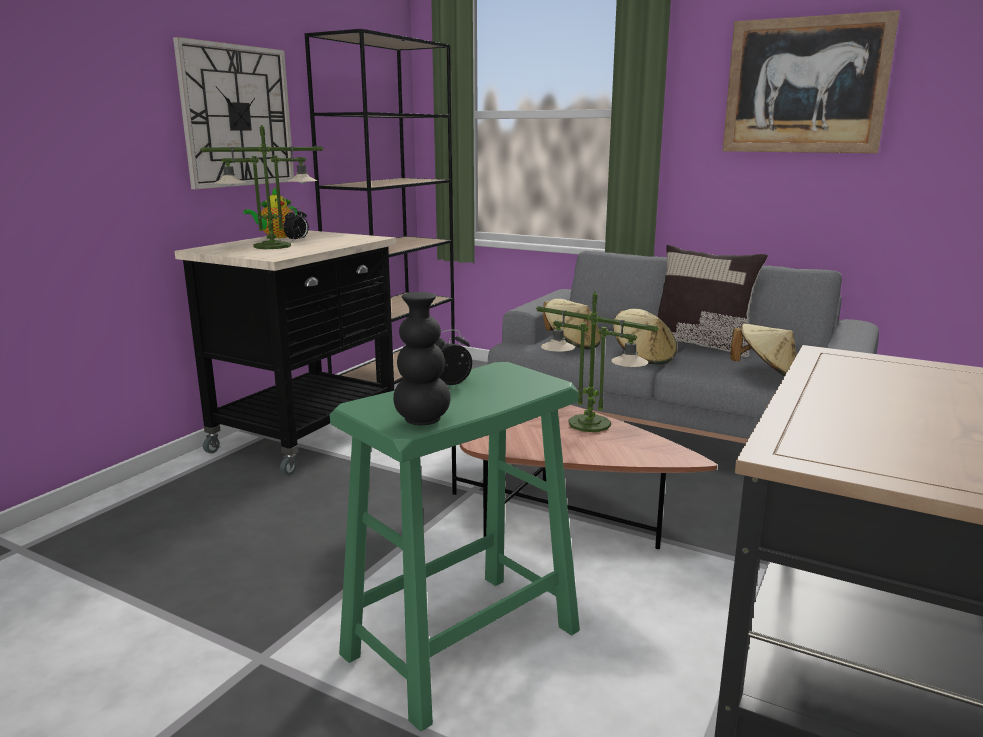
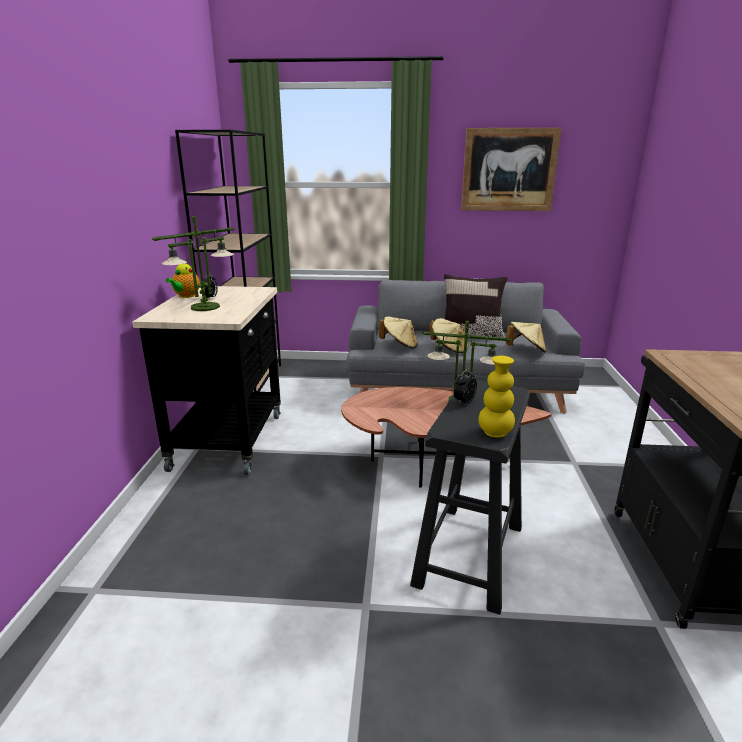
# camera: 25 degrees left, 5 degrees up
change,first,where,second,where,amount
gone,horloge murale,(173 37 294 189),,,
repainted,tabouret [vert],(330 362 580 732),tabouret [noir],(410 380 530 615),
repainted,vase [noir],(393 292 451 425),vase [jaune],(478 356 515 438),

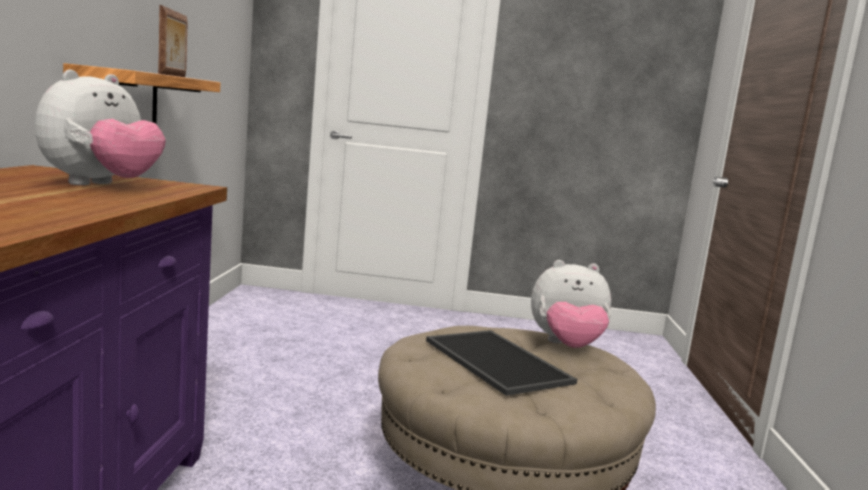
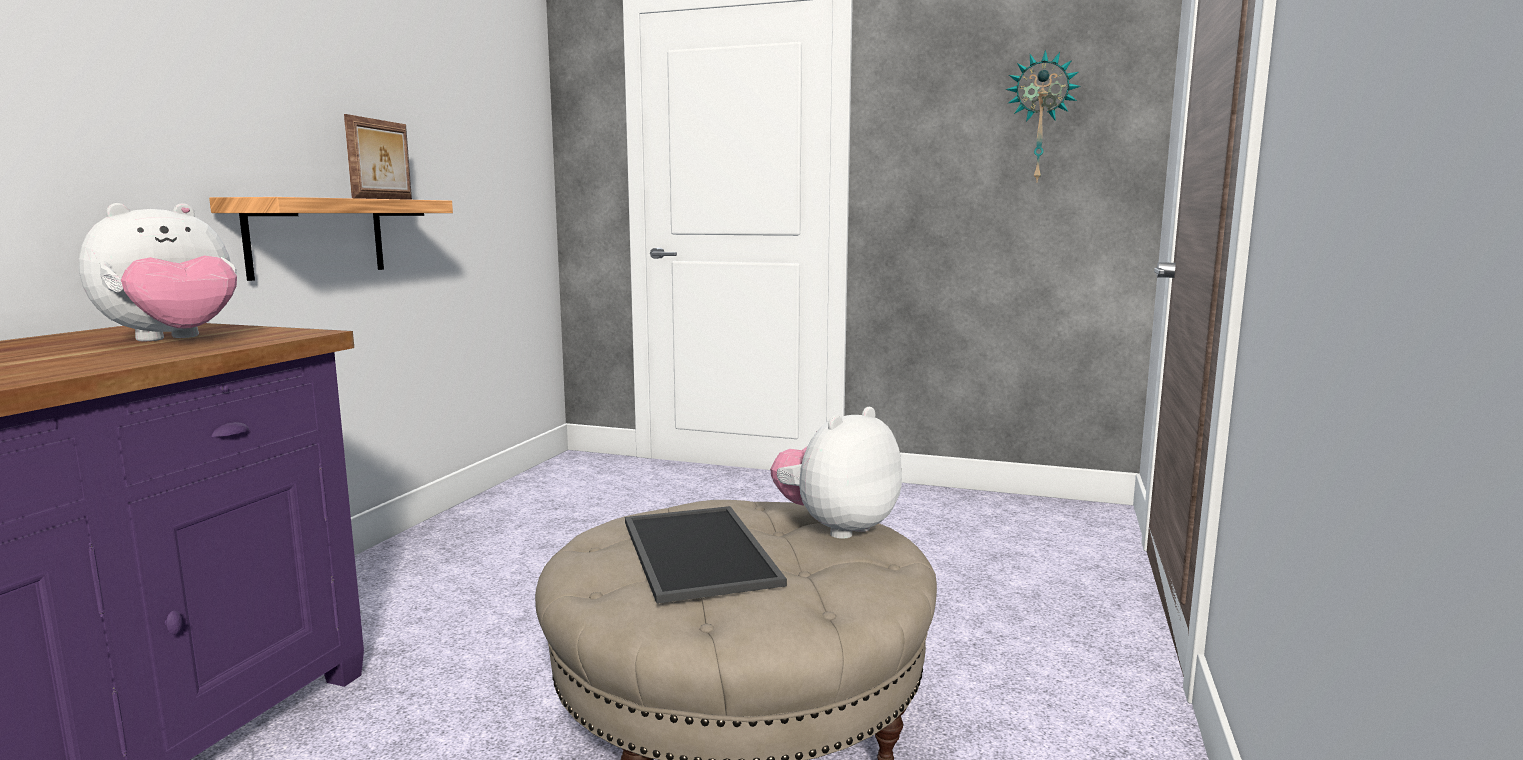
# camera: 15 degrees right, 0 degrees up
change,first,where,second,where,amount
new,,,horloge murale,(1006 50 1081 181),
rotated,peluche,(531 260 611 348),,(770 407 902 539),120 degrees clockwise

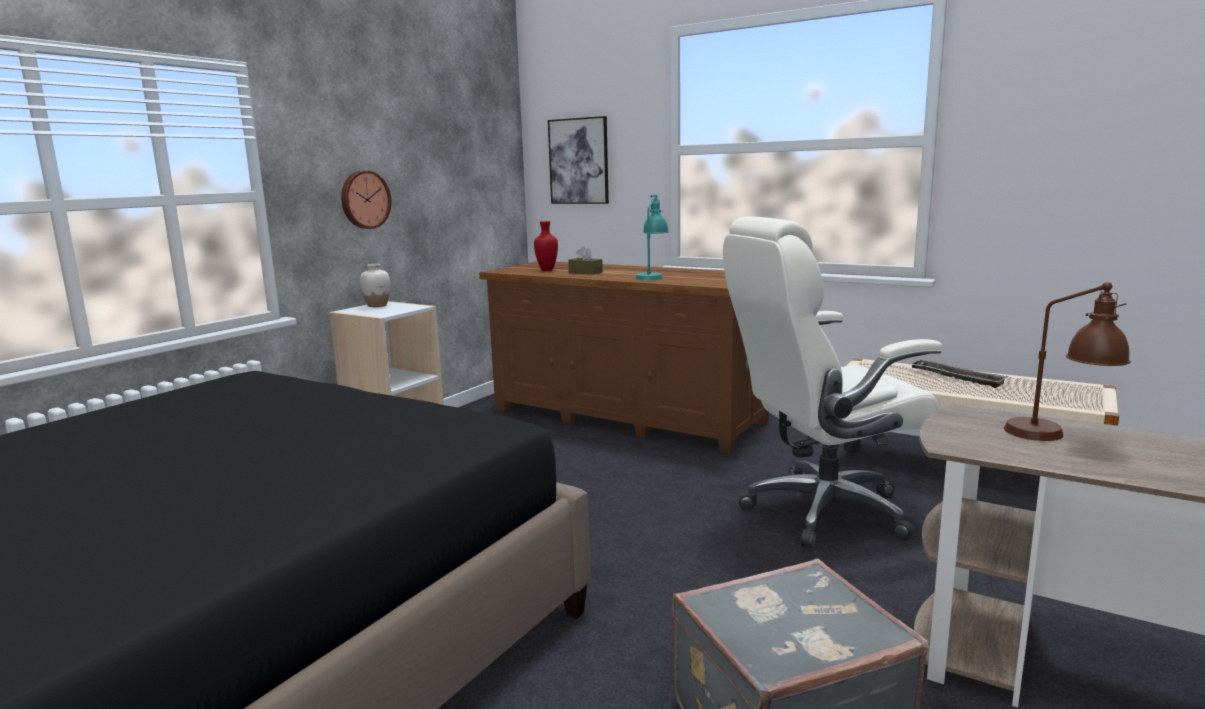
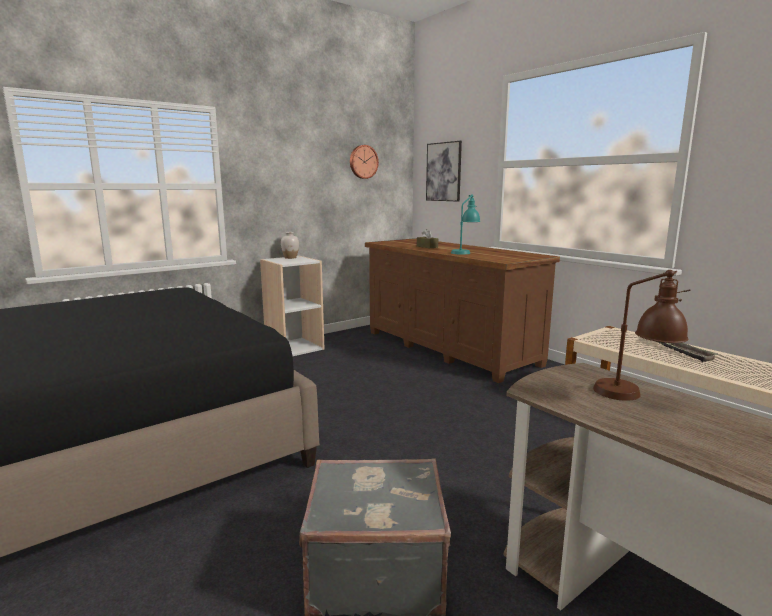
# camera: 20 degrees right, 0 degrees up
change,first,where,second,where,amount
gone,vase [rouge],(534 221 558 271),,,
gone,chaise de bureau [blanc],(723 216 943 549),,,
shifted,horloge murale,(341 170 391 229),,(350 145 379 179),

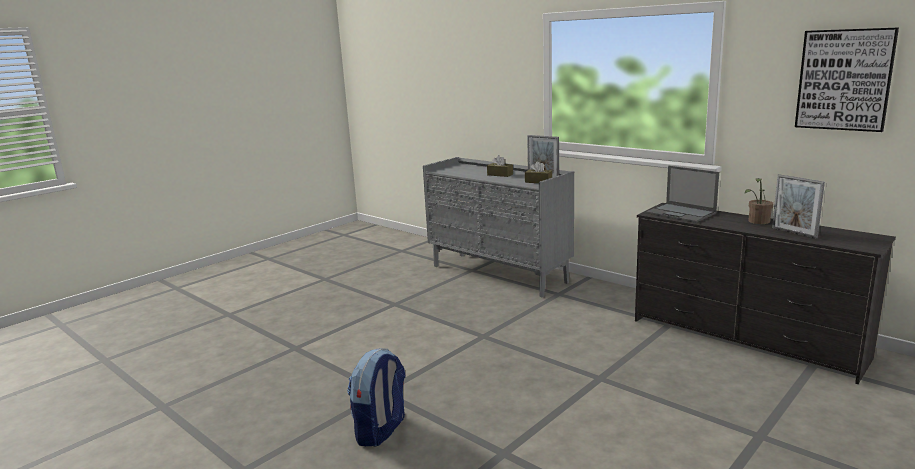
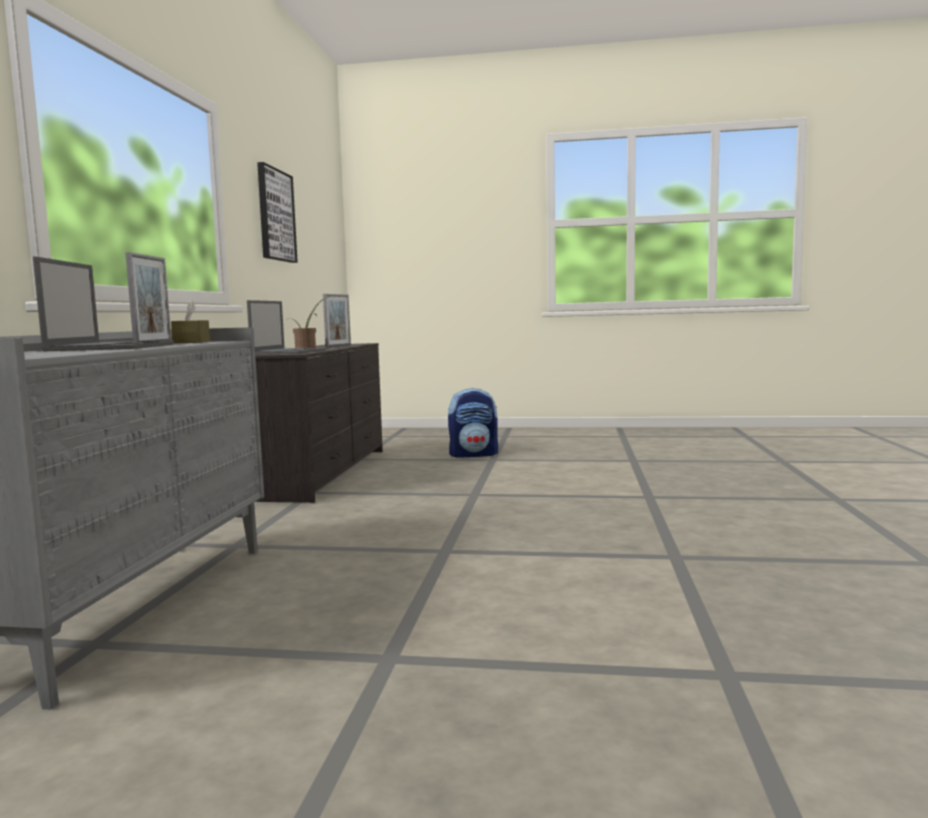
# camera: 125 degrees left, 10 degrees down
change,first,where,second,where,amount
shifted,sac à dos,(347 348 406 447),,(448 388 498 458),
swapped,boîte à mouchoirs [marron],(487 155 513 177),ordinateur portable,(33 257 174 351),

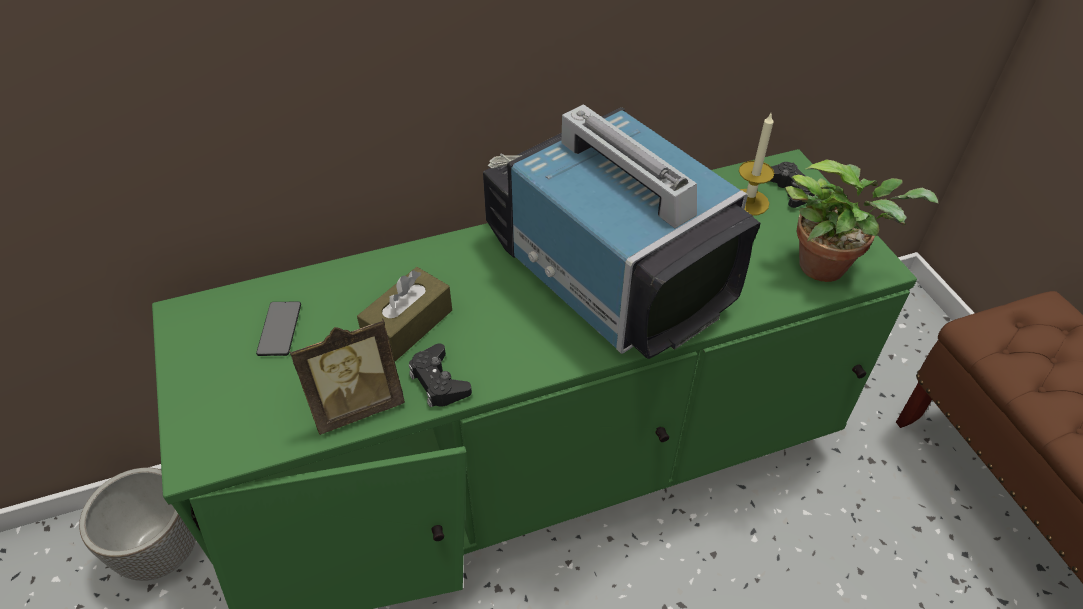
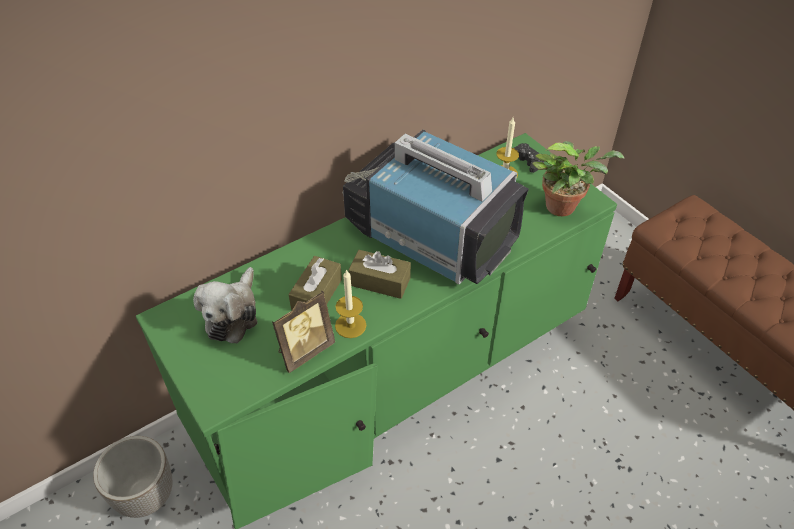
# camera: 15 degrees left, 0 degrees up
change,first,where,second,where,amount
new,,,boîte à mouchoirs [marron],(349 250 411 299),
swapped,téléphone,(256 302 301 356),peluche,(193 267 258 343),
swapped,manette [noir],(409 343 472 407),bougie,(335 269 366 338),

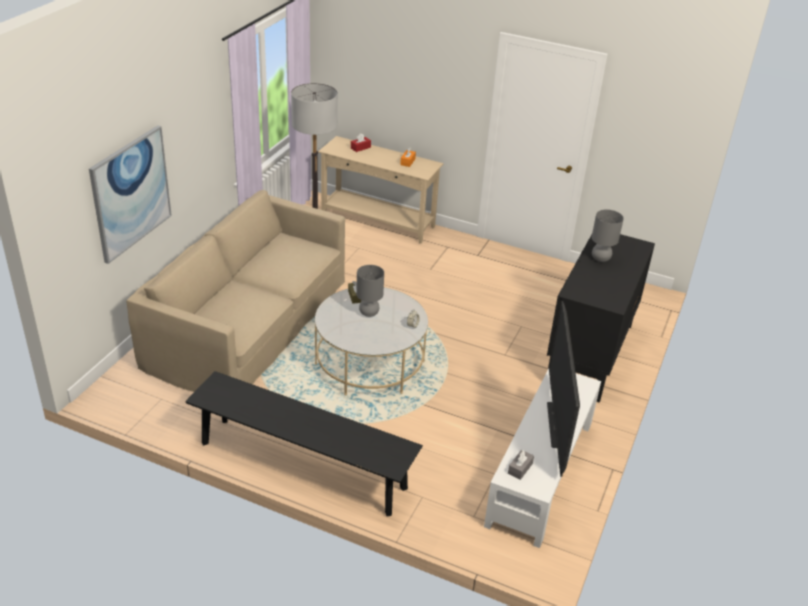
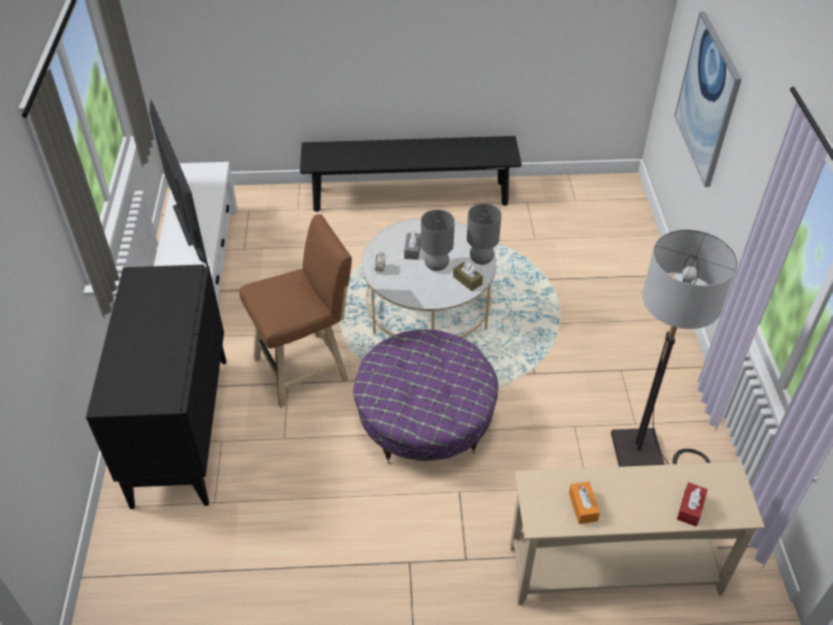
# camera: 155 degrees right, 10 degrees up
change,first,where,second,where,amount
gone,canapé [beige],(126 190 345 392),,,
new,,,tabouret [marron],(239 214 352 408),
new,,,pouf [violet],(354 329 498 464),
shifted,boîte à mouchoirs [gris],(508 450 534 480),,(404 232 421 260),
shifted,lampe de table [gris],(592 209 624 262),,(467 204 501 265),

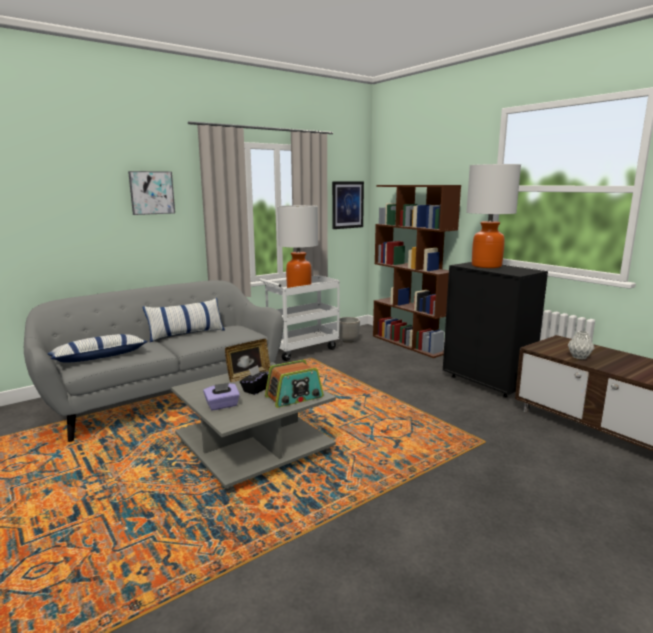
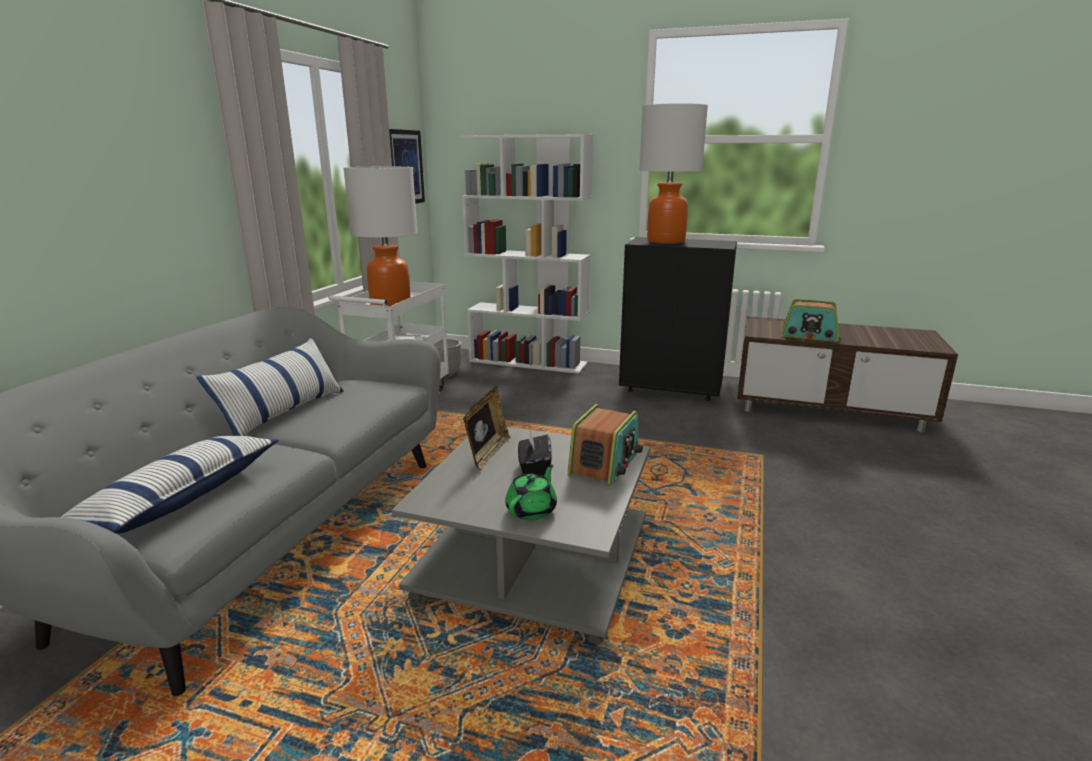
# camera: 35 degrees left, 5 degrees up
change,first,where,second,where,amount
gone,tableau,(128 171 175 215),,,
swapped,boîte à mouchoirs [violet],(203 383 240 410),théière [vert],(505 465 557 520),
swapped,vase [gris],(568 331 594 359),radio,(781 299 839 342),
repainted,bibliothèque [marron],(373 185 461 358),bibliothèque [blanc],(459 134 593 374),

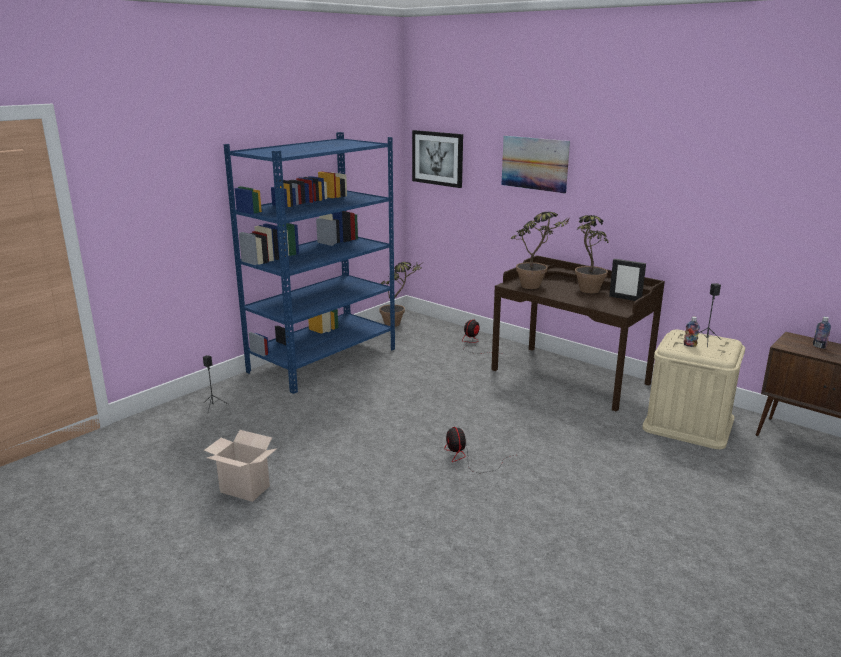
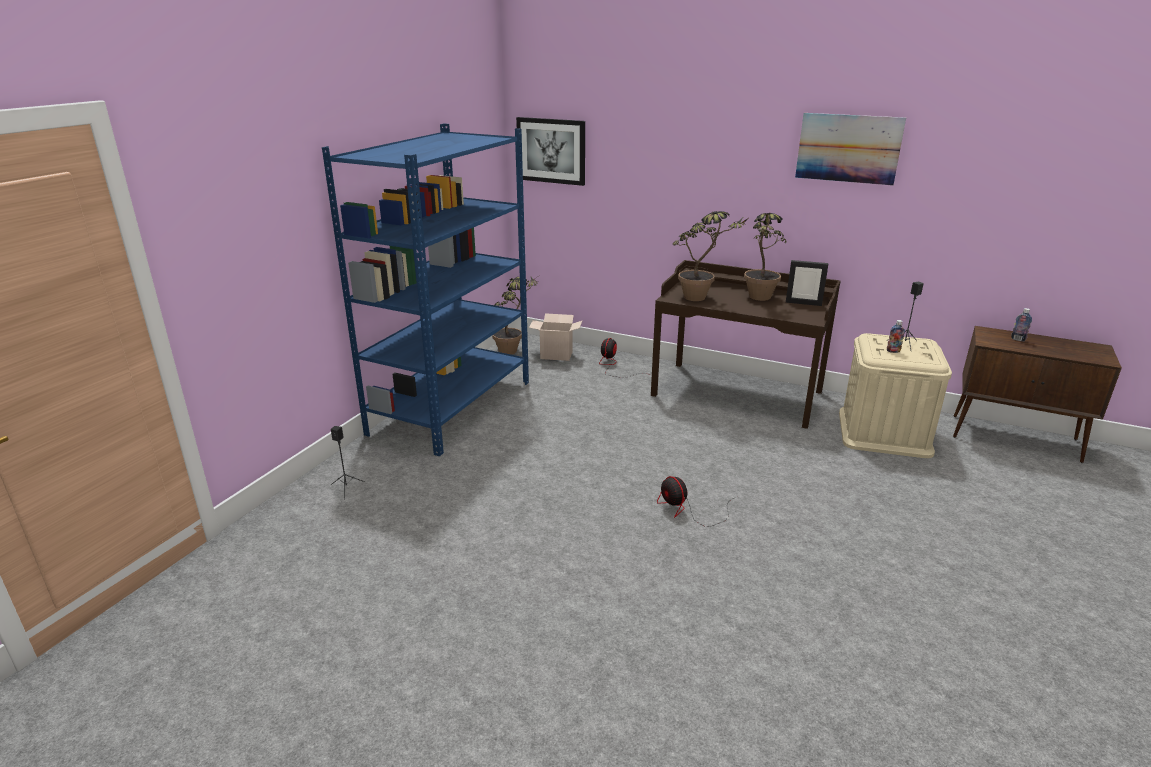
# camera: 15 degrees left, 5 degrees up
change,first,where,second,where,amount
shifted,carton,(204 430 276 502),,(529 313 582 361),
shifted,tableau,(502 136 570 193),,(795 113 906 186),

